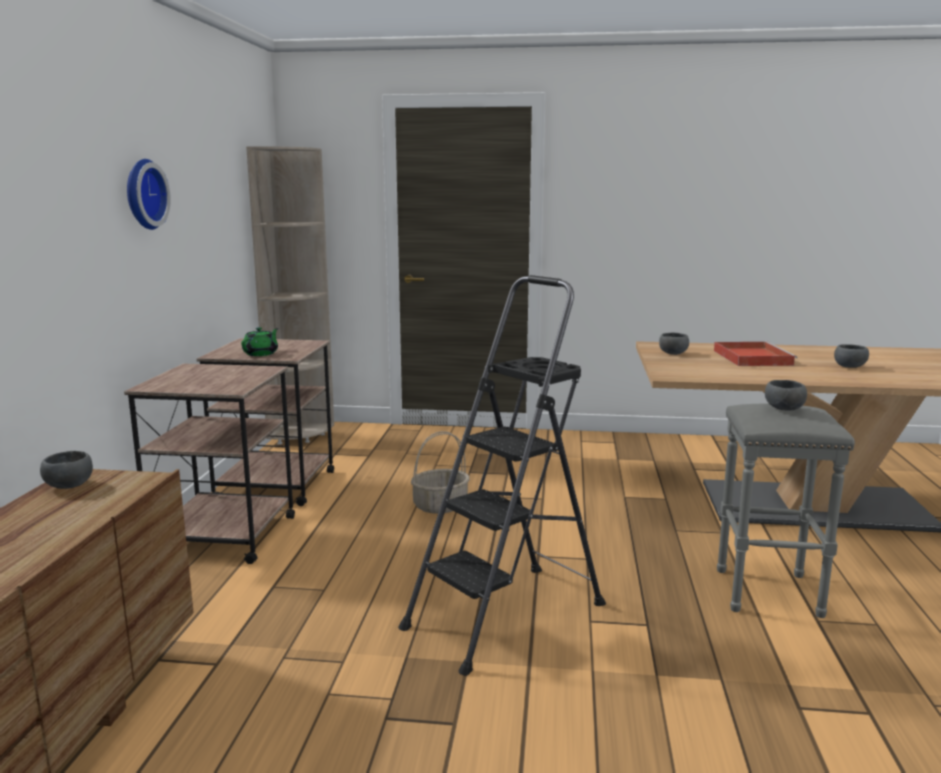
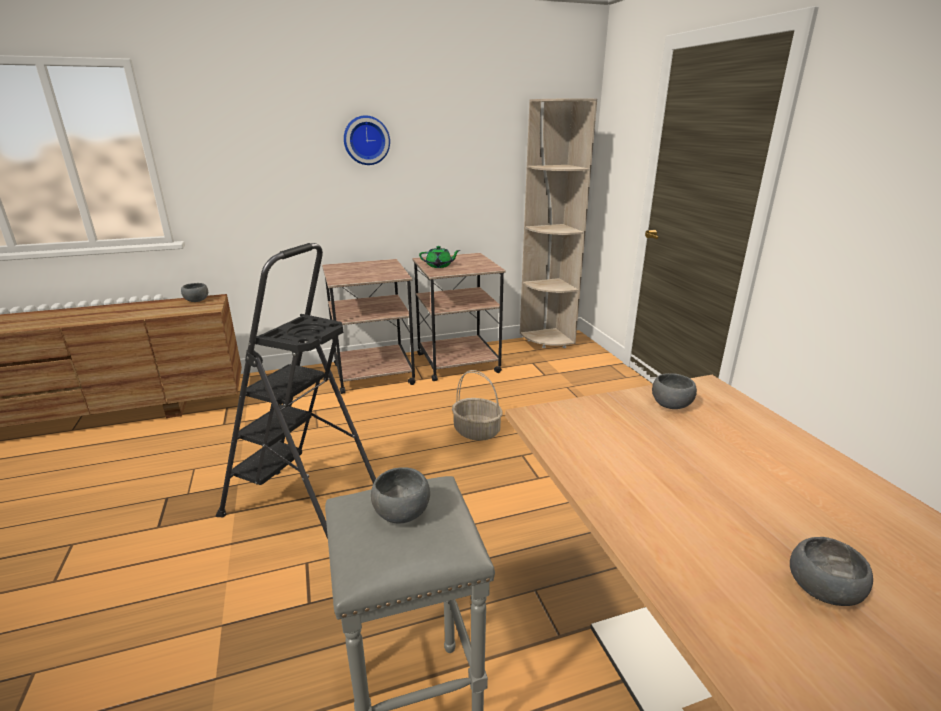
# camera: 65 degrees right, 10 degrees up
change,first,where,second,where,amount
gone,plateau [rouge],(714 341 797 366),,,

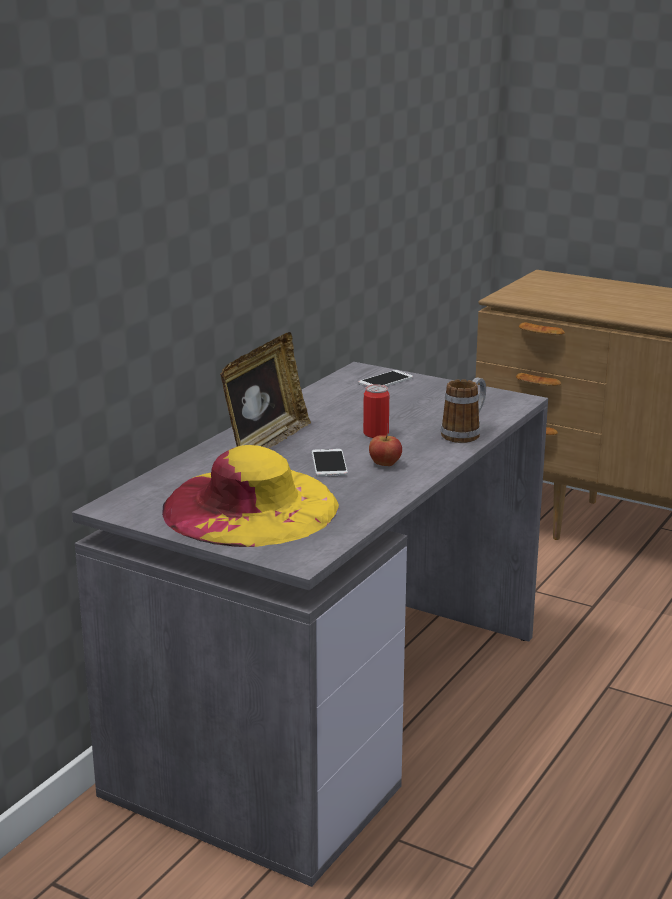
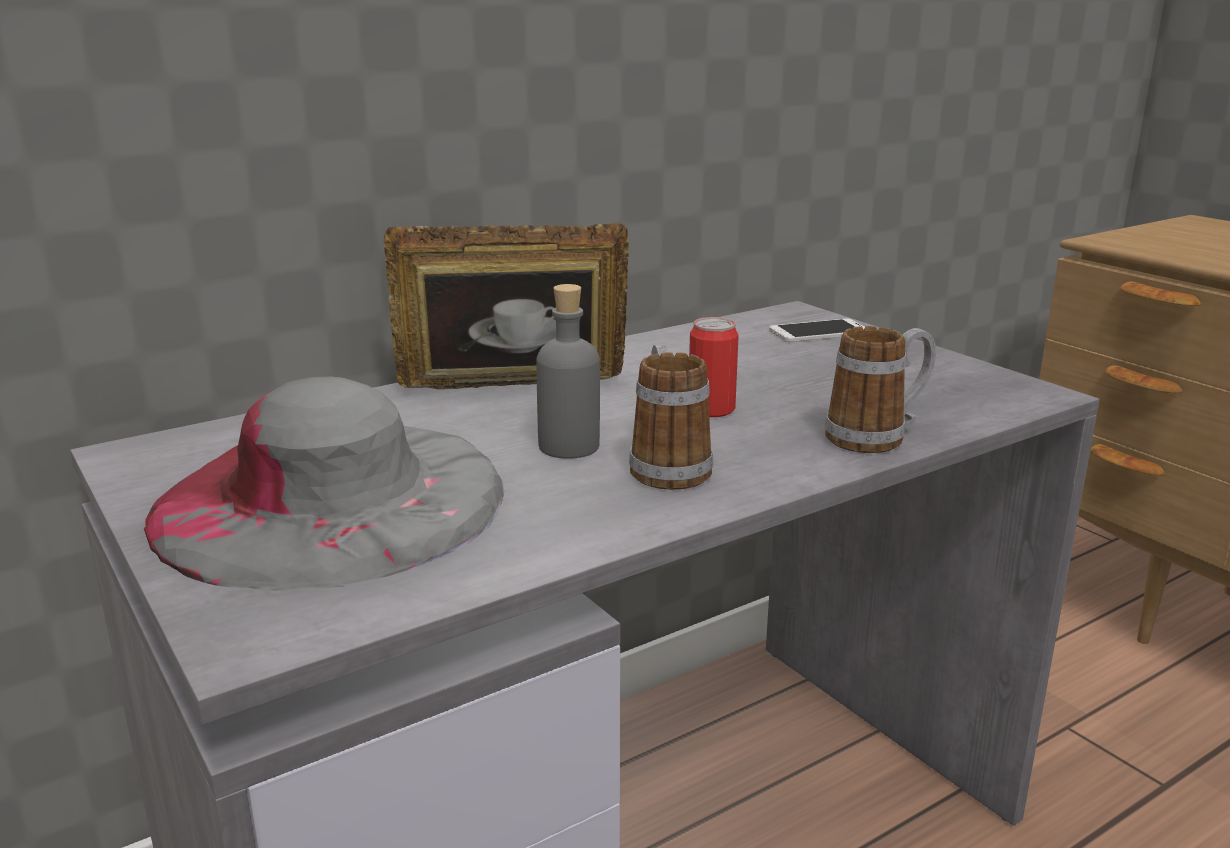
# camera: 25 degrees right, 0 degrees up
change,first,where,second,where,amount
swapped,téléphone,(312 449 348 477),bouteille [gris],(537 284 600 459),
swapped,pomme,(369 434 402 466),mug,(629 345 713 490),
repainted,chapeau [jaune],(162 445 339 547),chapeau [gris],(144 377 504 591),
rotated,cadre photo,(220 332 311 449),,(384 223 629 389),150 degrees counterclockwise

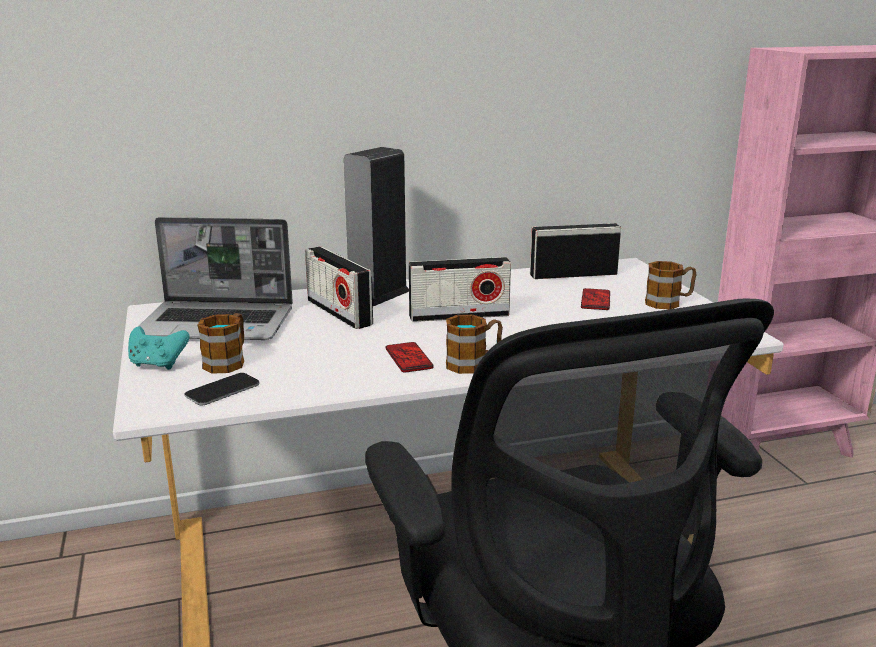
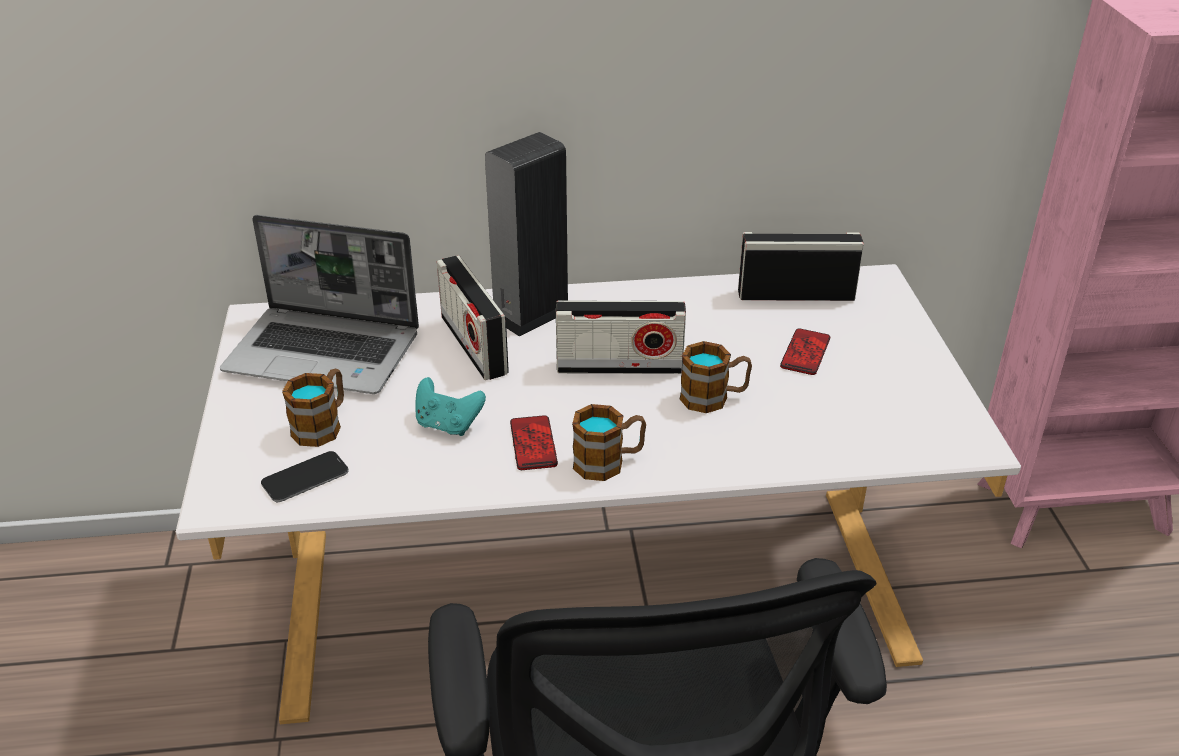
# camera: 10 degrees right, 15 degrees up
change,first,where,second,where,amount
shifted,manette [turquoise],(128 326 190 370),,(415 377 486 436),
shifted,mug,(645 261 697 309),,(680 341 752 413),

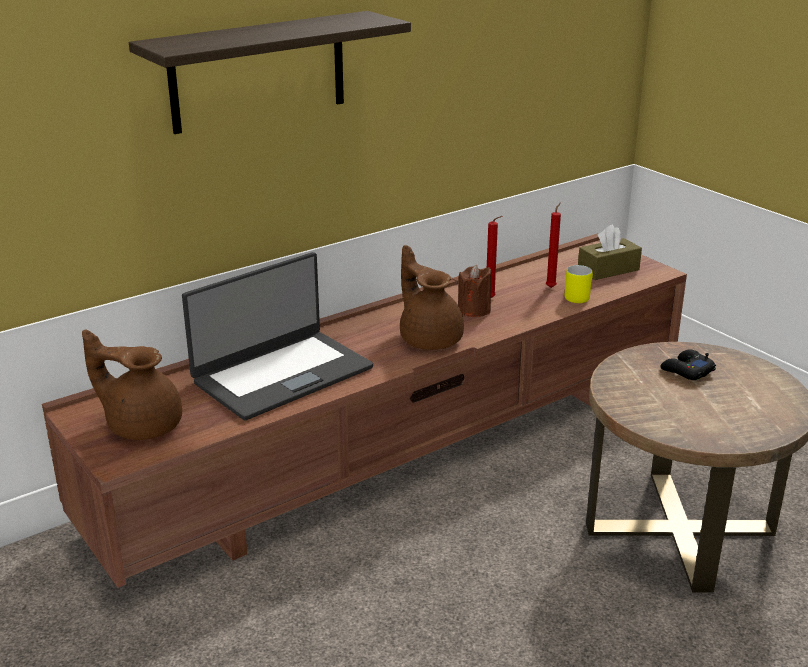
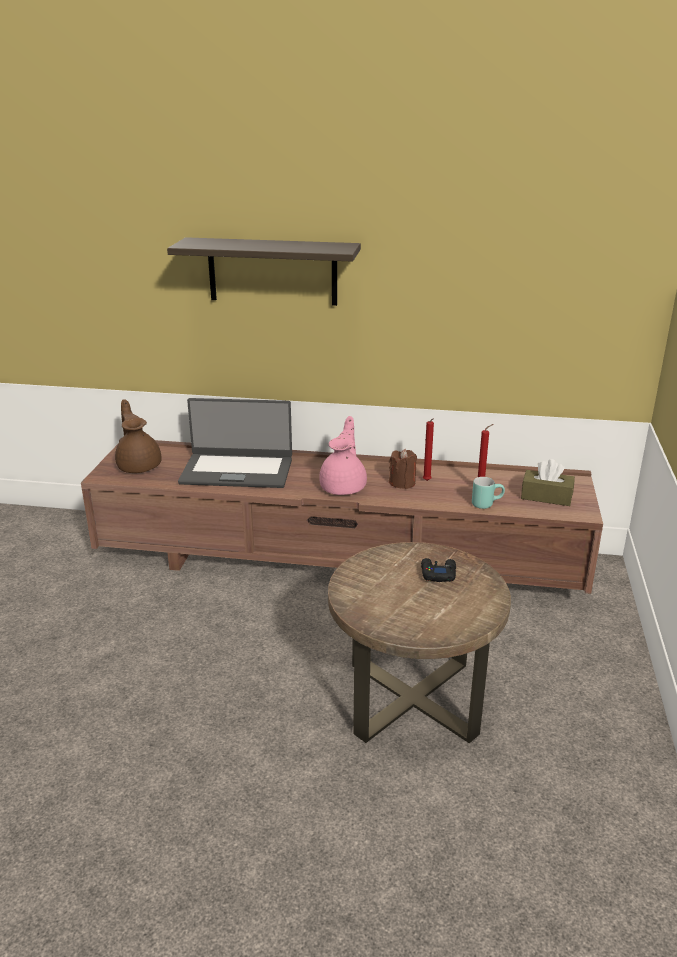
# camera: 45 degrees right, 0 degrees up
change,first,where,second,where,amount
repainted,théière [marron],(400 245 464 350),théière [rose],(319 416 367 495),
repainted,mug [jaune],(565 265 593 303),mug [turquoise],(472 477 505 509),

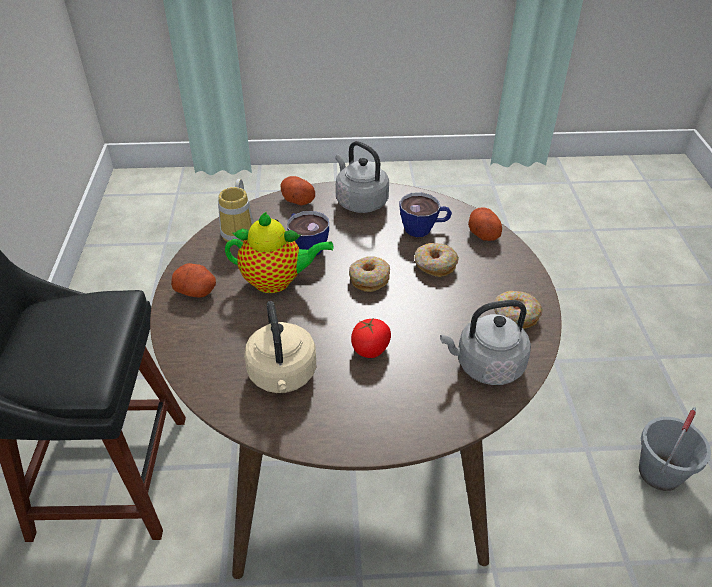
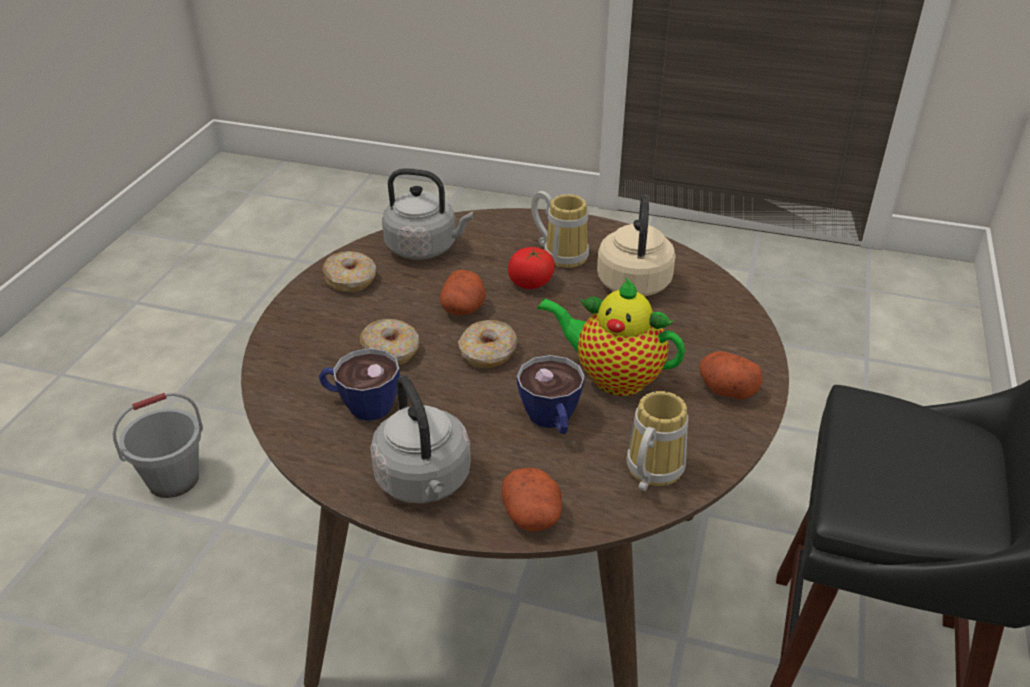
# camera: 160 degrees left, 5 degrees down
change,first,where,second,where,amount
new,,,mug,(531 191 589 268),
shifted,pomme de terre,(468 207 502 241),,(440 270 486 316),

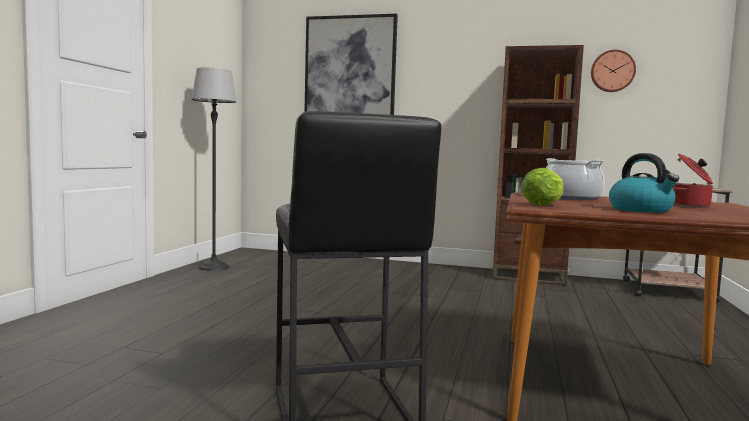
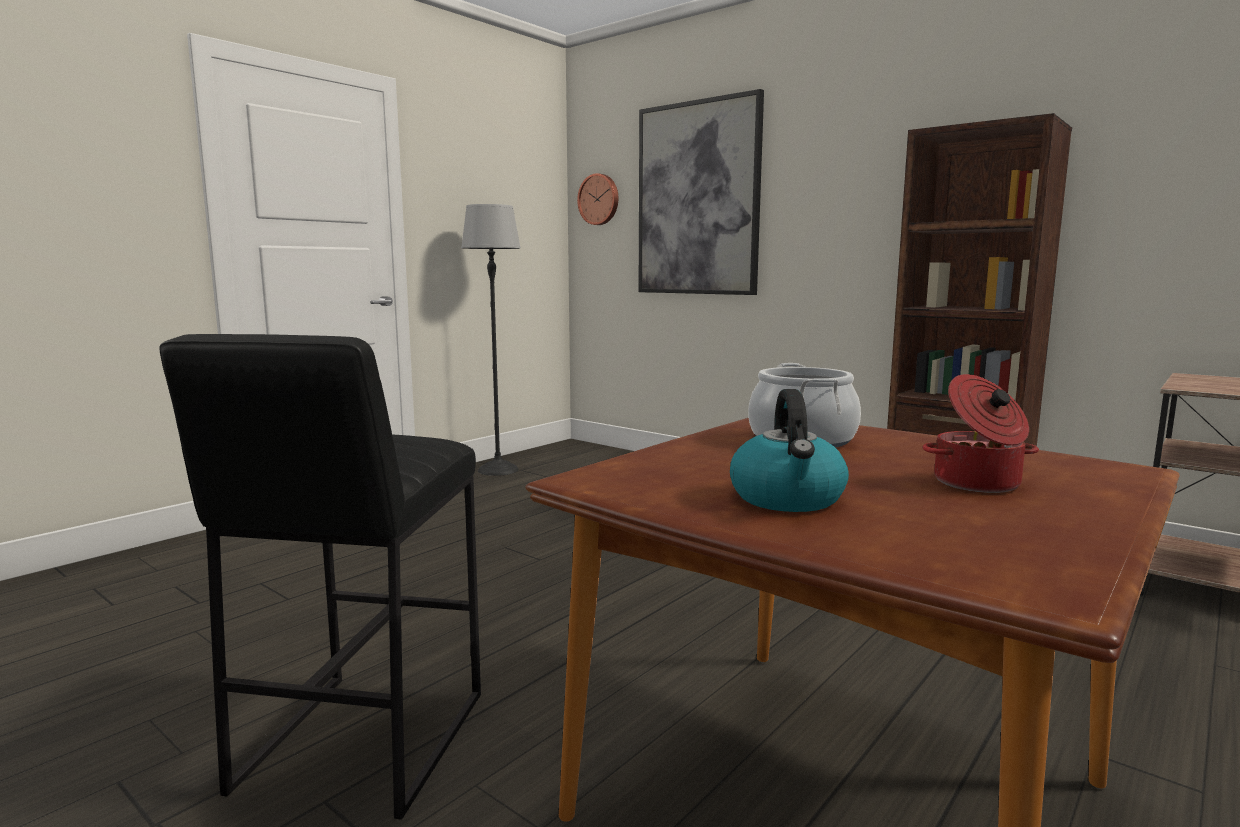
# camera: 25 degrees right, 5 degrees up
change,first,where,second,where,amount
gone,laitue,(521 168 564 206),,,
shifted,horloge murale,(591 50 636 92),,(577 173 618 225),

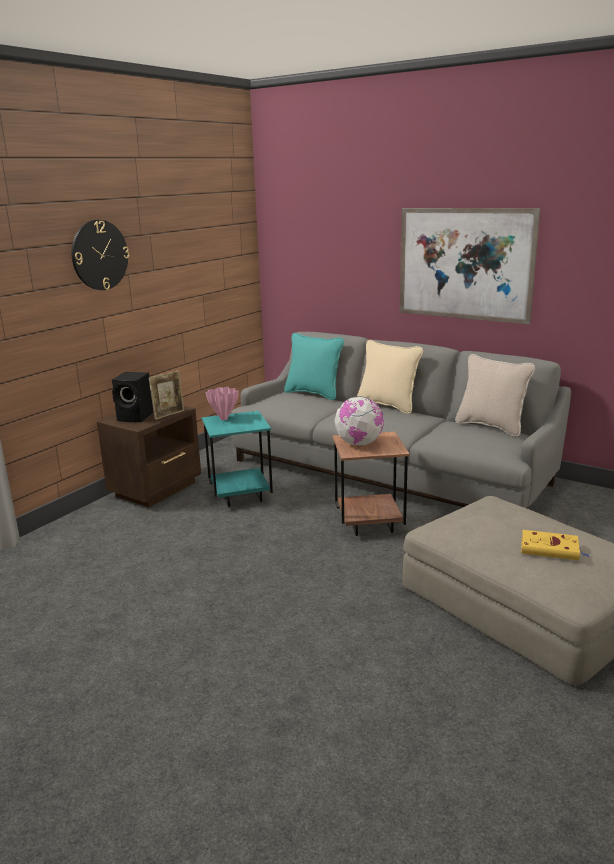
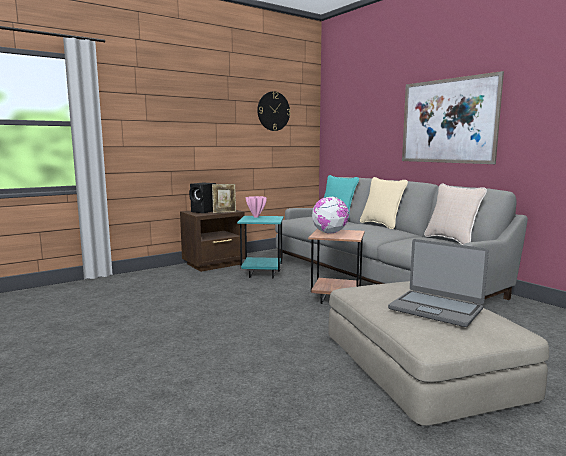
# camera: 20 degrees right, 10 degrees down
change,first,where,second,where,amount
shifted,horloge murale,(71 220 129 290),,(257 91 291 131),
swapped,livre [jaune],(521 530 590 560),ordinateur portable,(388 239 489 327),

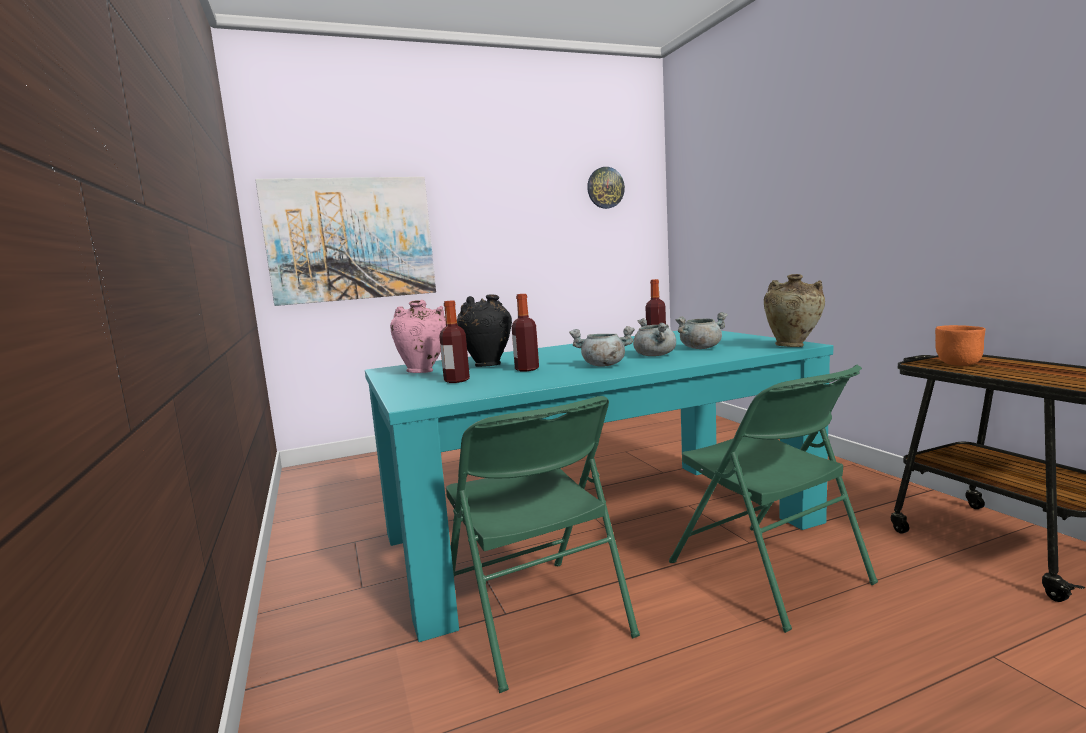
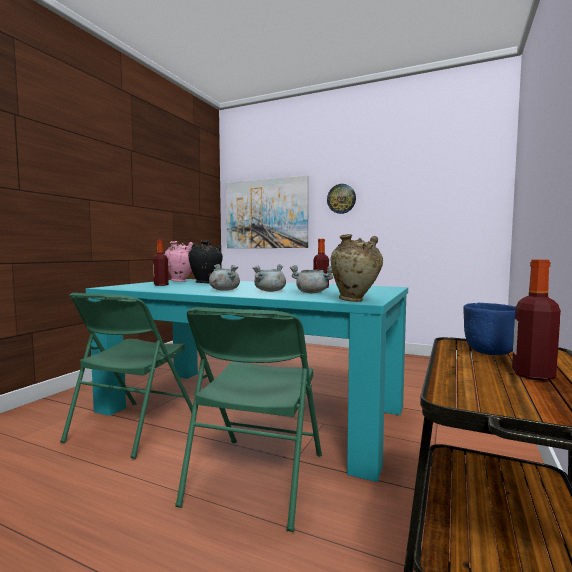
# camera: 45 degrees right, 5 degrees down
change,first,where,second,where,amount
shifted,bouteille,(512 294 539 371),,(512 259 561 381),
shifted,horloge murale,(587 167 625 209),,(327 184 356 214),
repainted,bol [orange],(935 325 985 366),bol [bleu],(463 303 515 355),

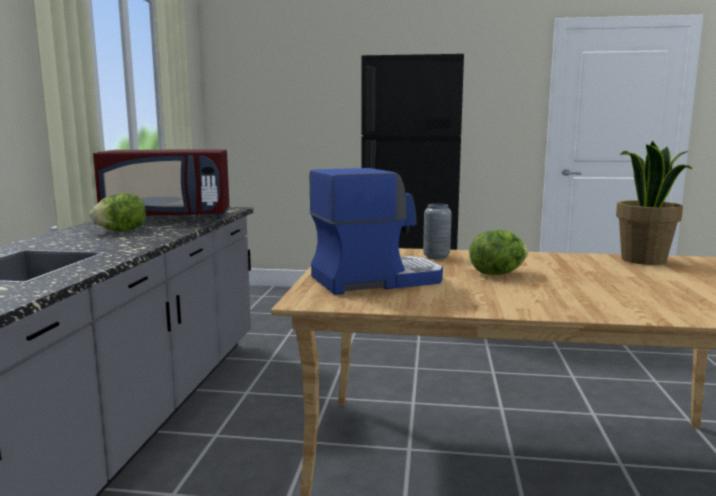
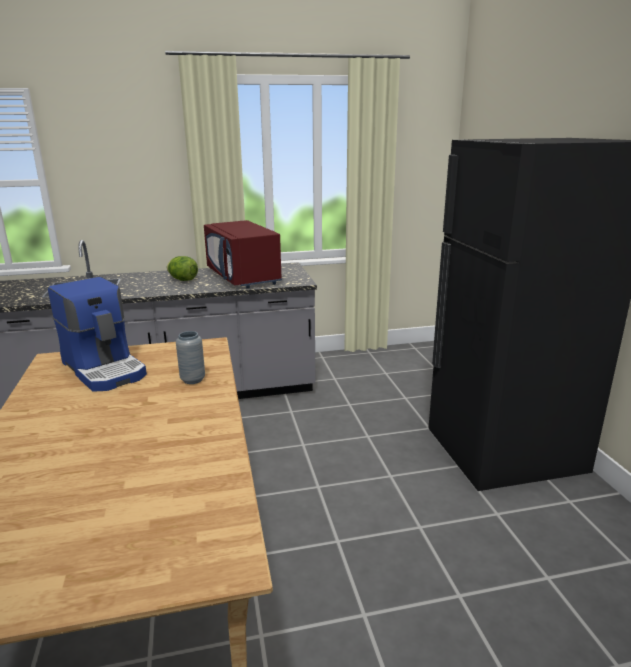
# camera: 70 degrees right, 10 degrees up
change,first,where,second,where,amount
gone,laitue,(469 230 528 275),,,
gone,plante en pot,(616 141 692 265),,,

